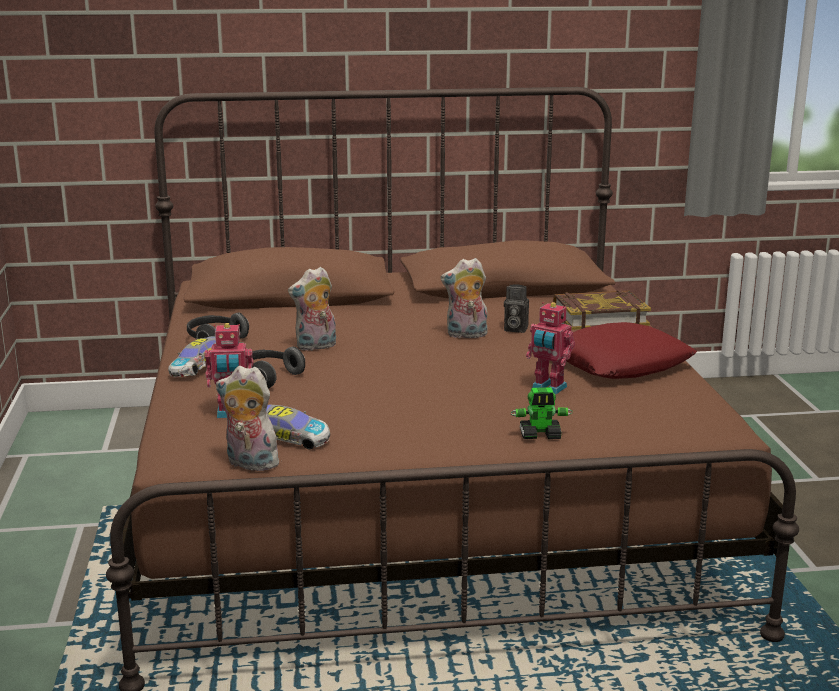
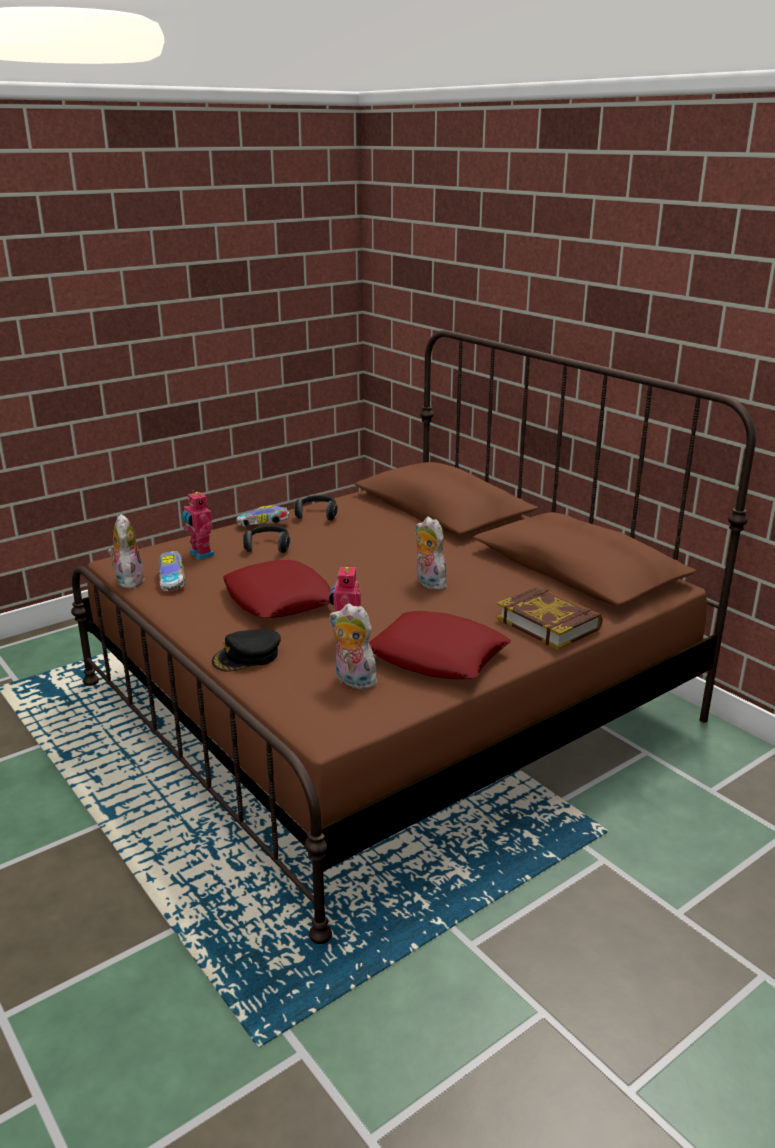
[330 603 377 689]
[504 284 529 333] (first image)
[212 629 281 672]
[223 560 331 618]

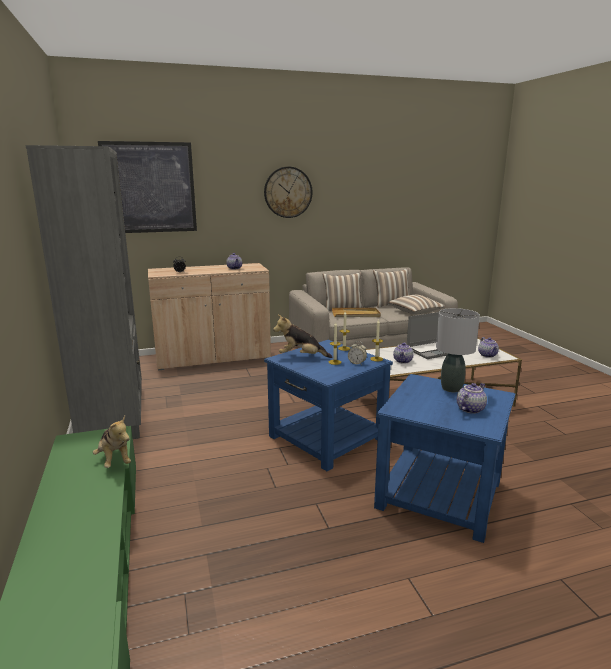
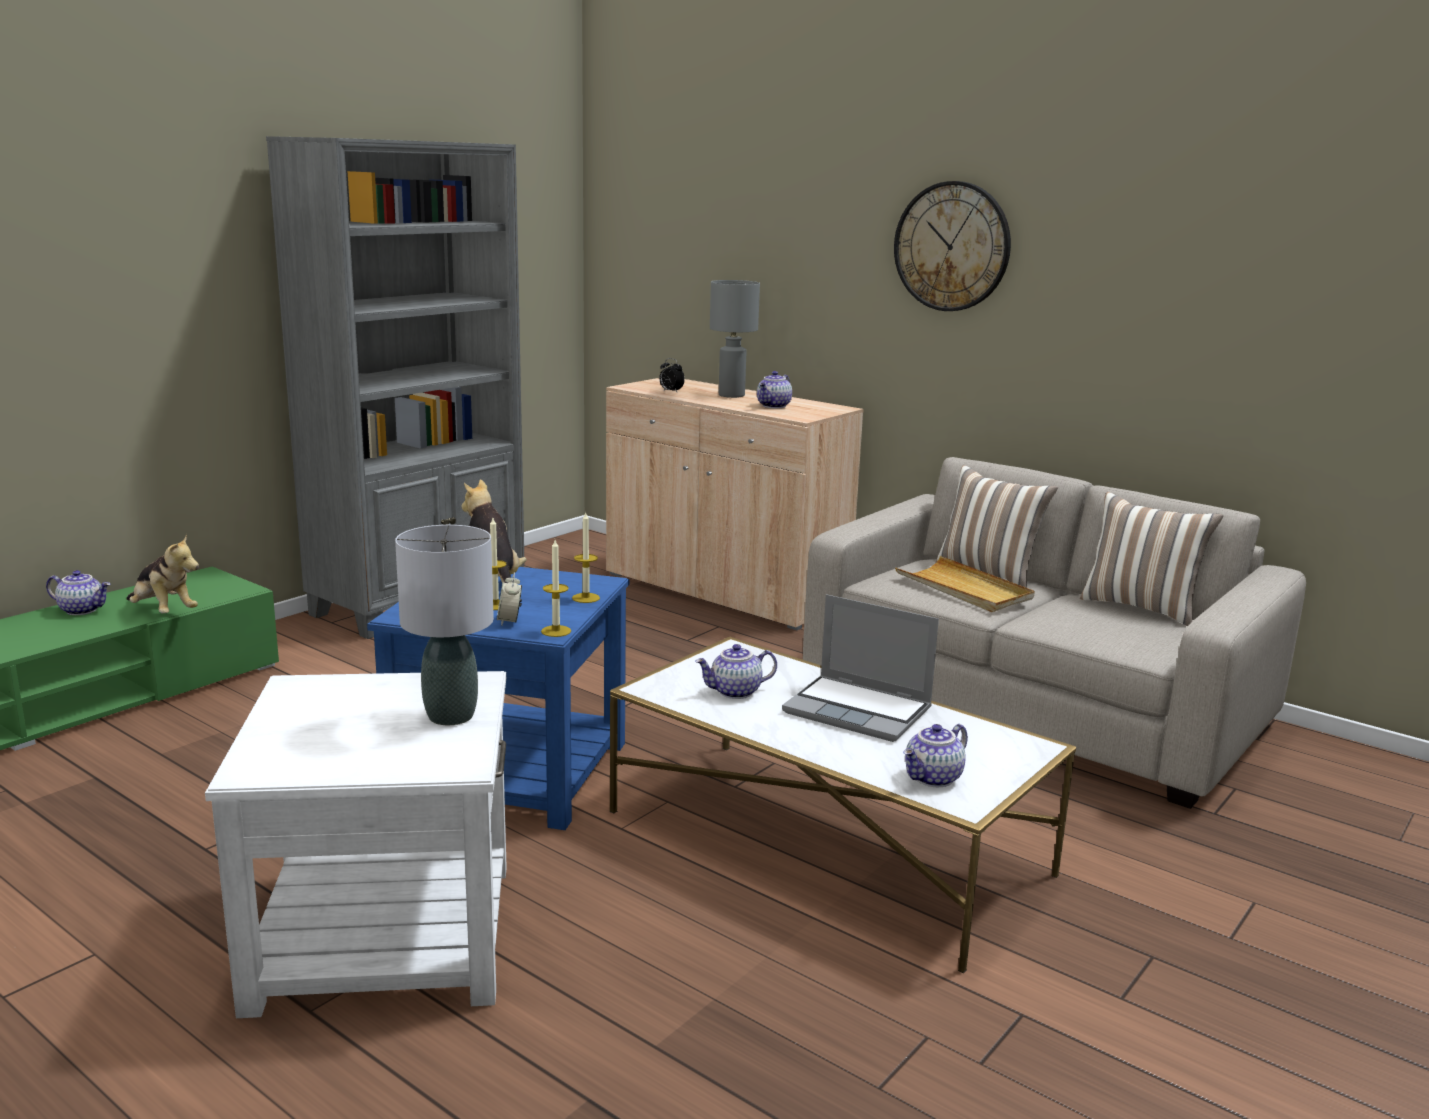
[98 141 197 233] (first image)
[388 295 446 314] (first image)
[205 671 507 1018]
[46 570 110 615]
[126 534 199 613]
[710 280 760 398]

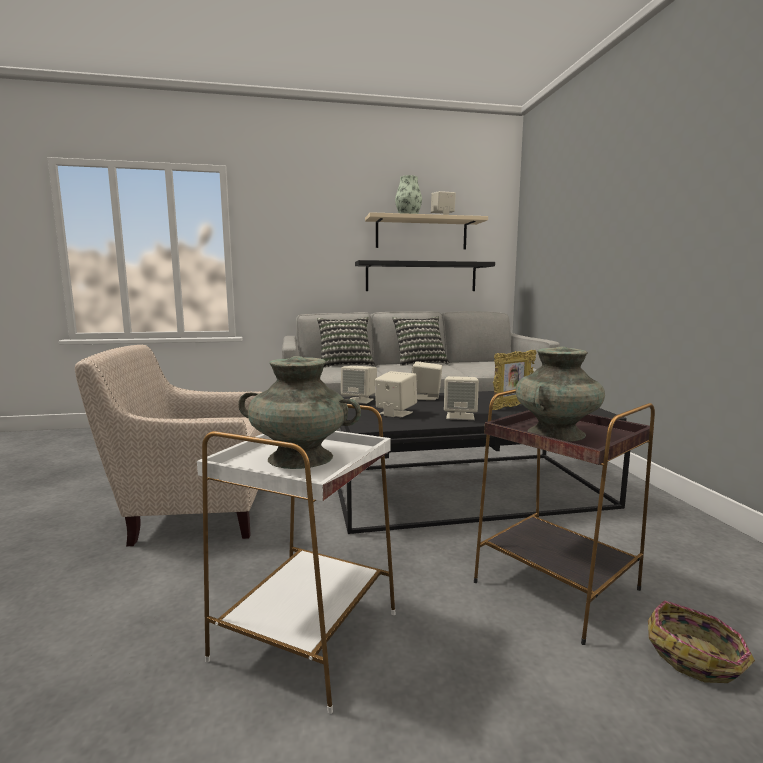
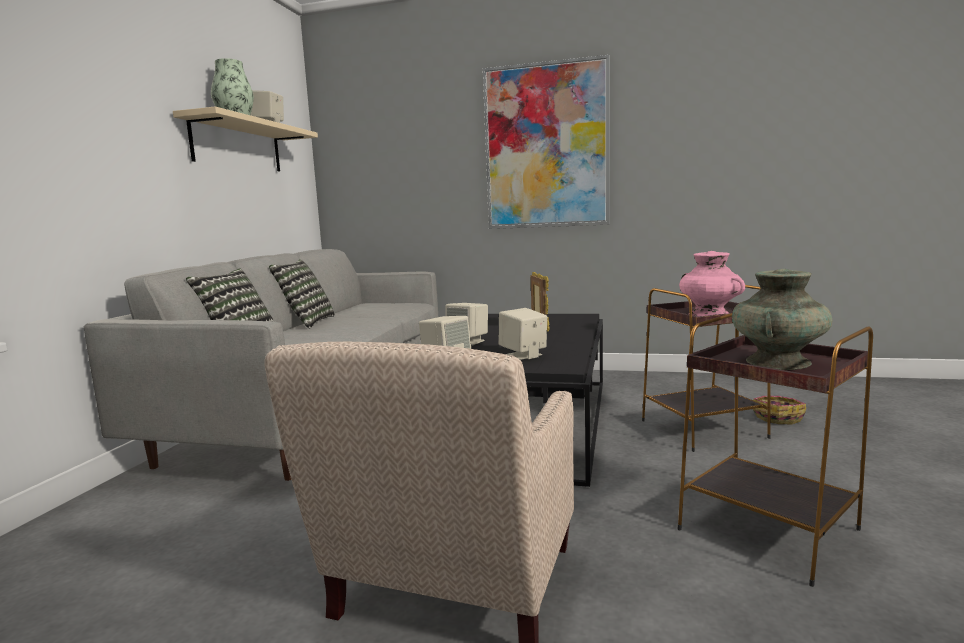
[355 260 495 291] (first image)
[679 251 745 317]
[444 376 479 420] (first image)
[678 313 873 587]
[483 55 610 229]

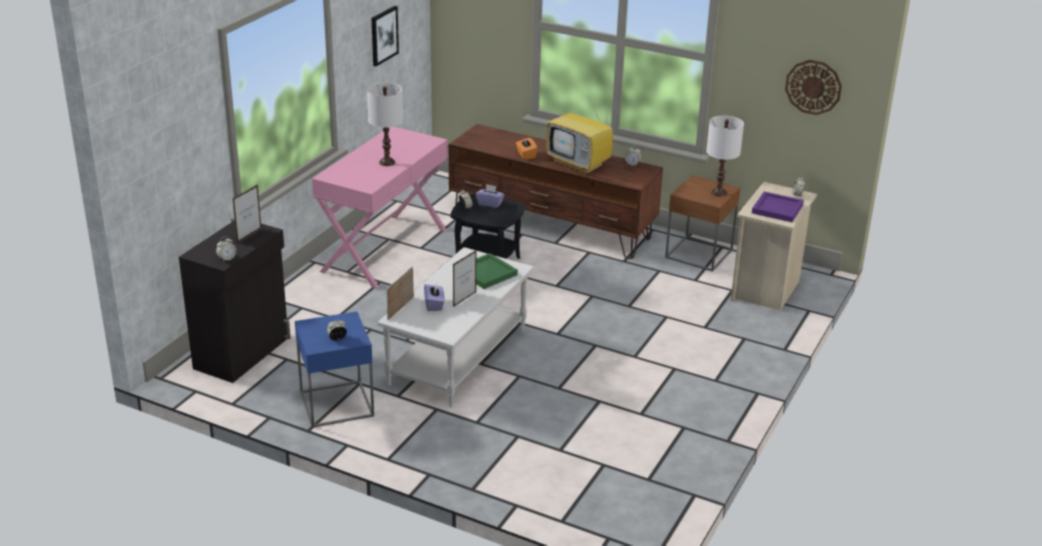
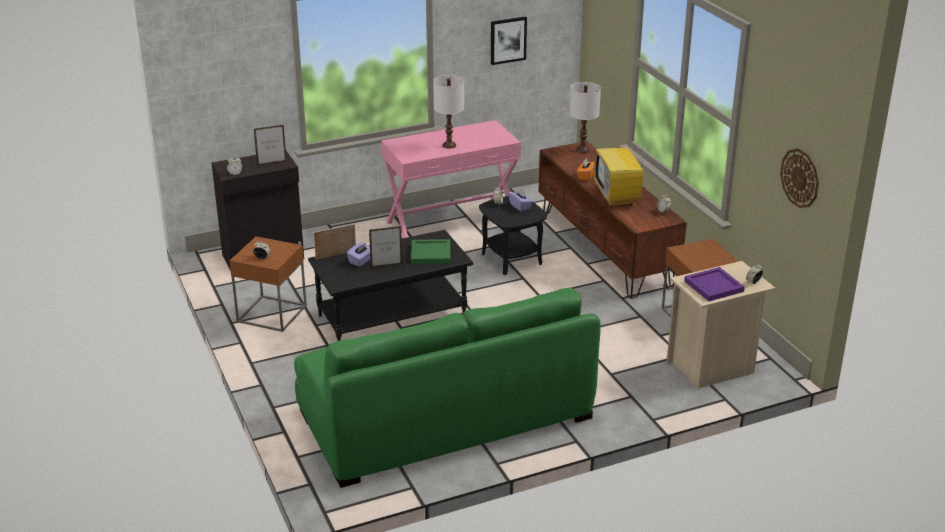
[570 82 601 153]
[308 230 473 341]
[230 236 307 332]
[294 288 601 488]

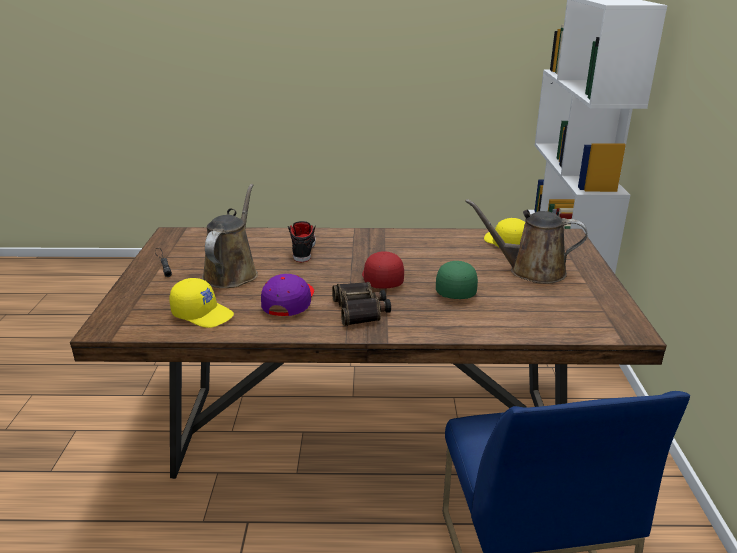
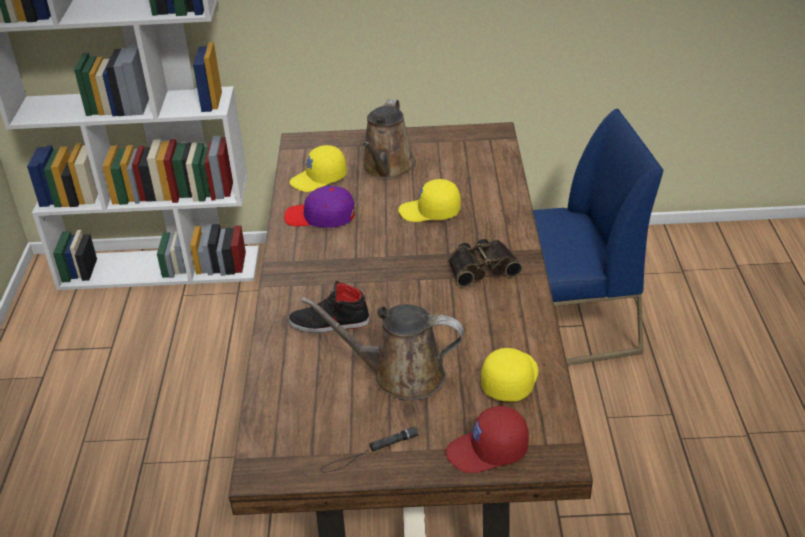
[446 406 529 473]
[398 179 461 222]
[284 186 355 228]

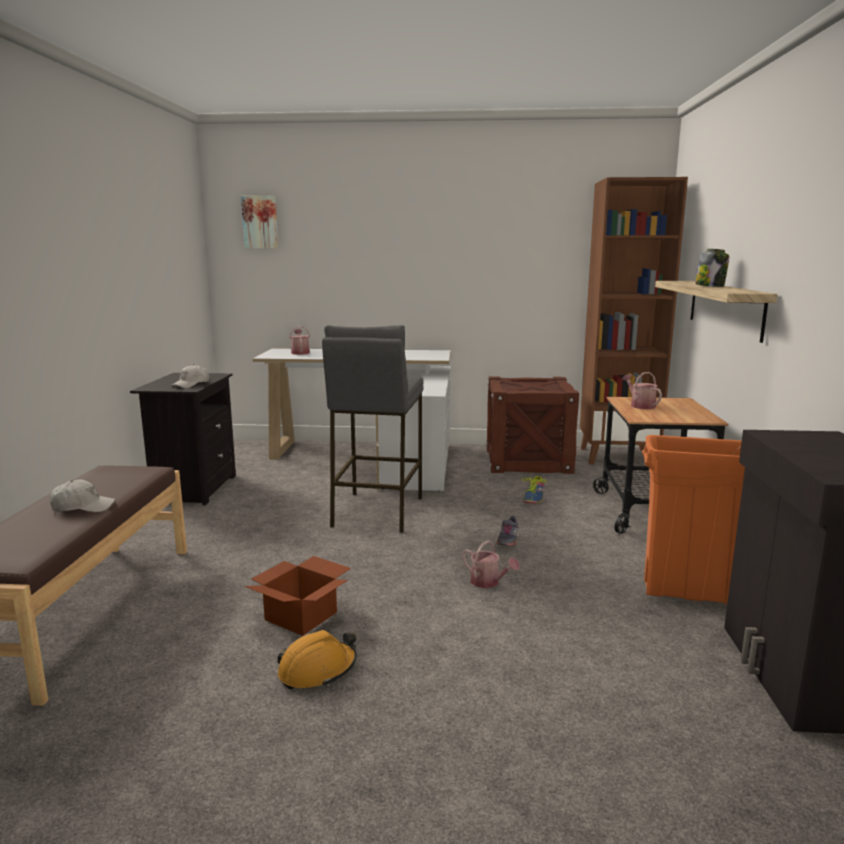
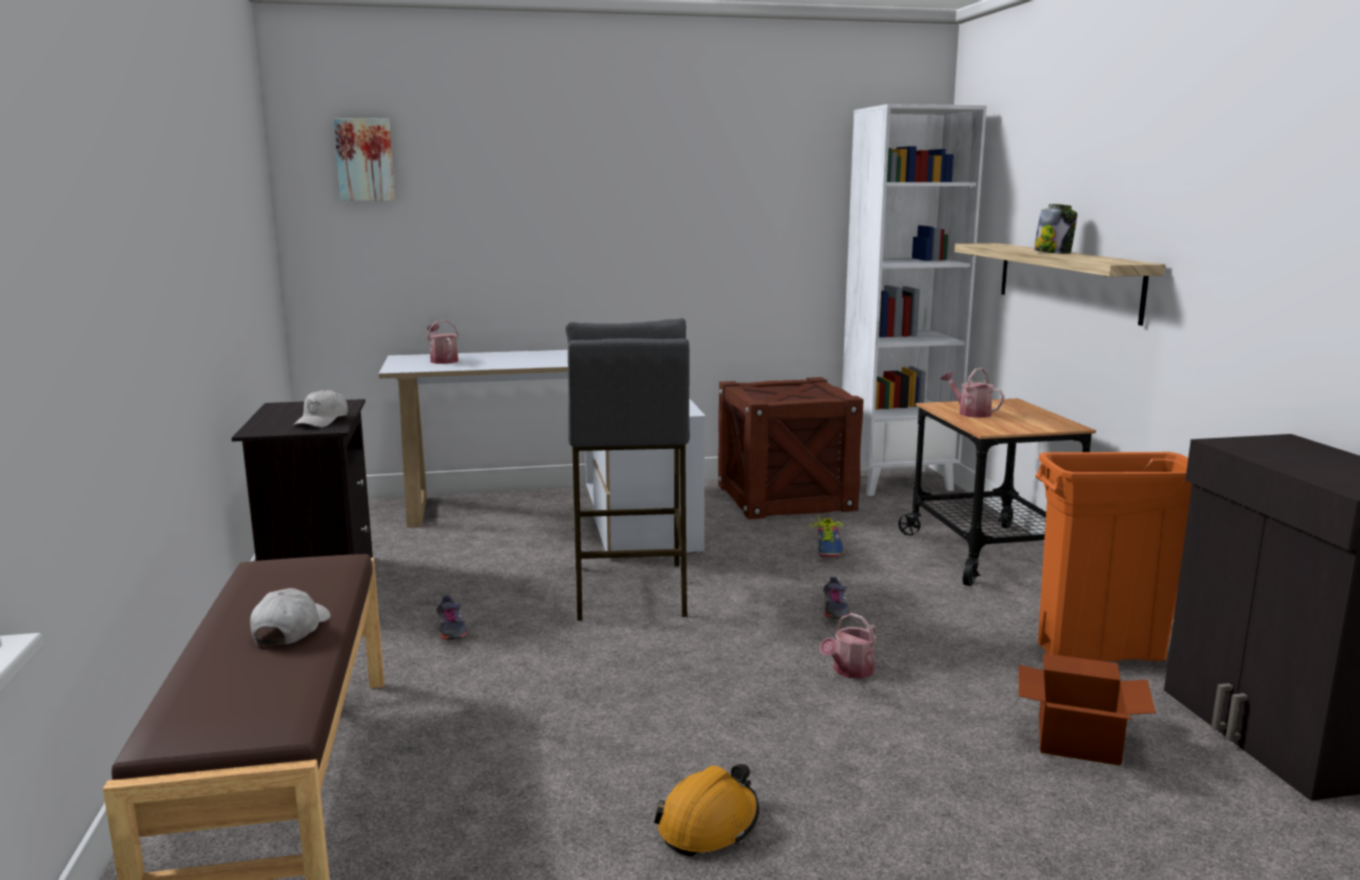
[842 104 987 496]
[250 588 331 645]
[820 613 877 679]
[1019 653 1156 766]
[437 596 468 640]

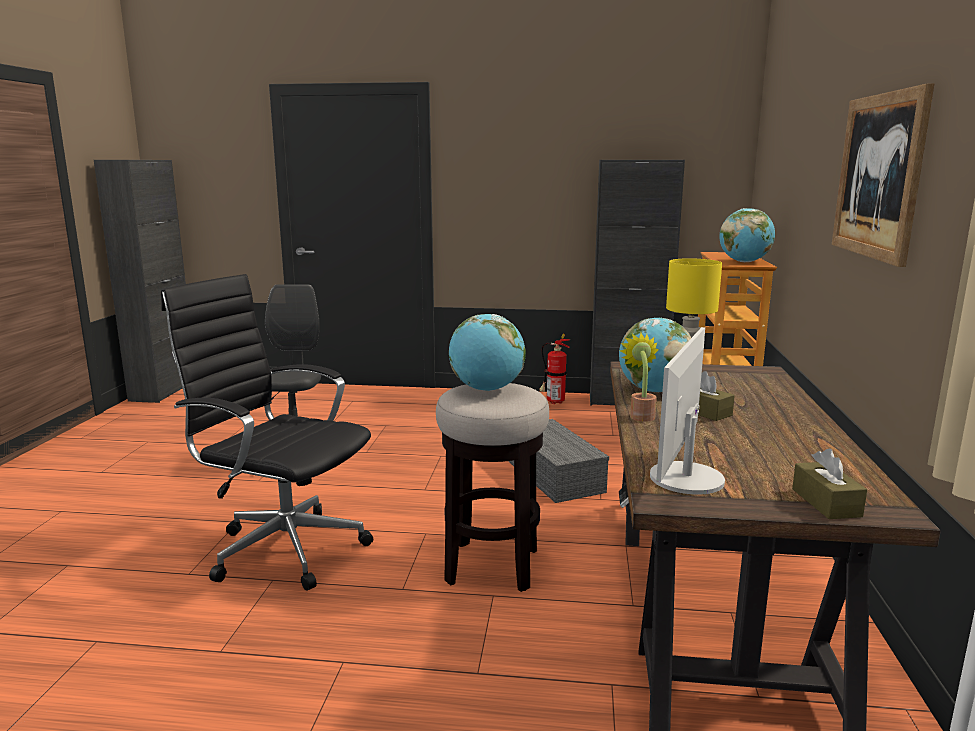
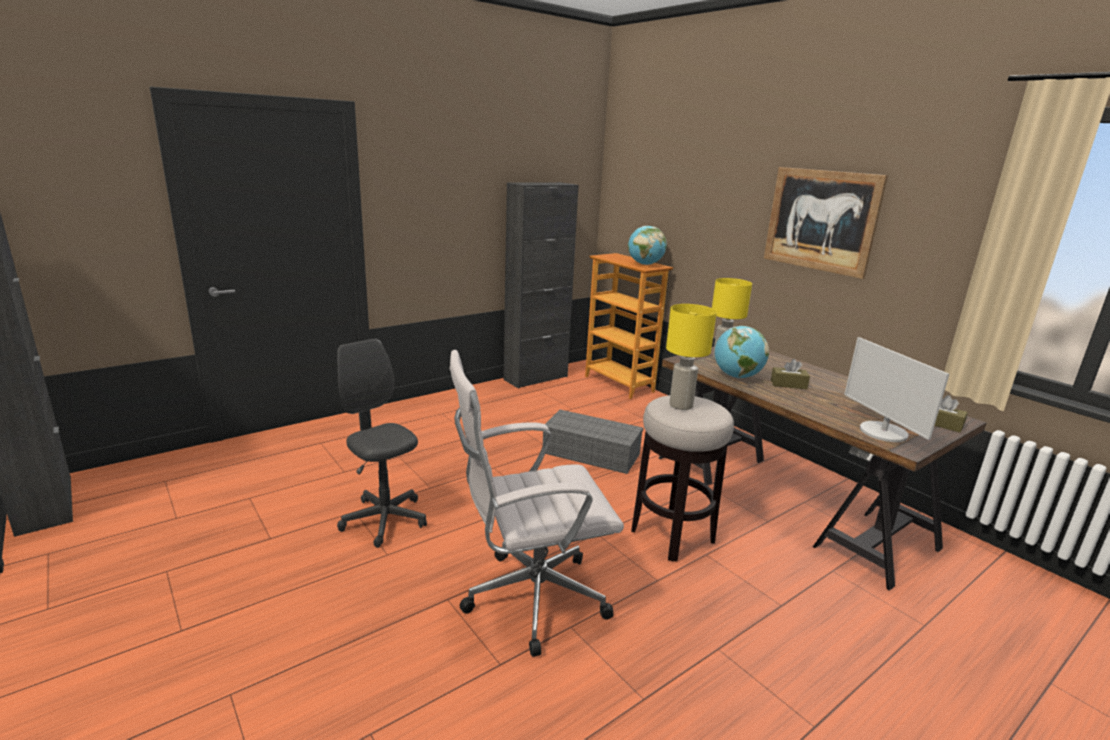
[450 350 624 657]
[666 304 717 410]
[539 333 570 404] (first image)
[620 333 659 422] (first image)

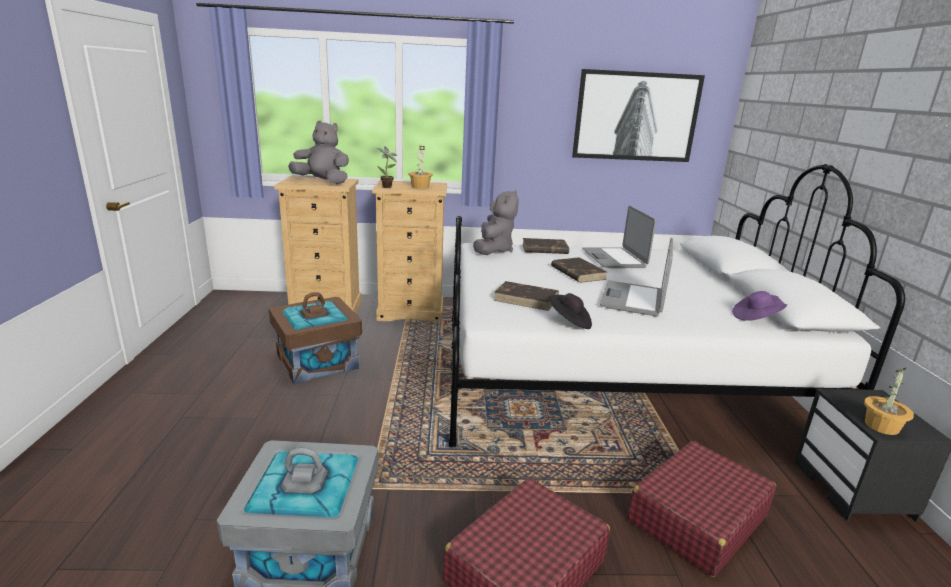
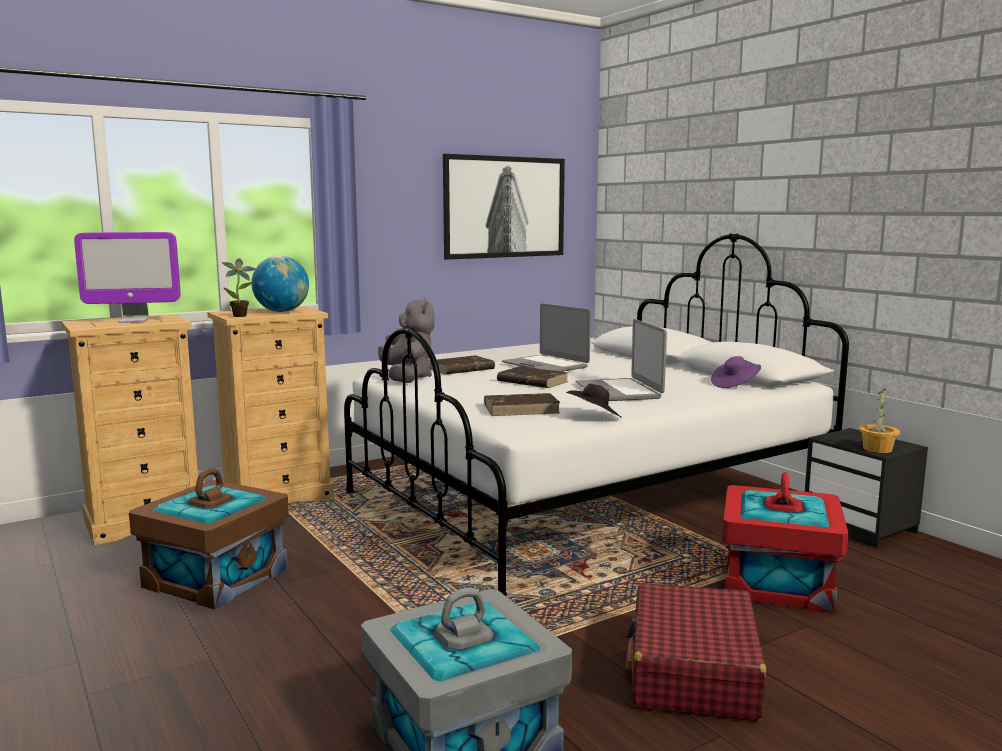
[74 232 181 323]
[251 256 309 312]
[722 472 849 613]

